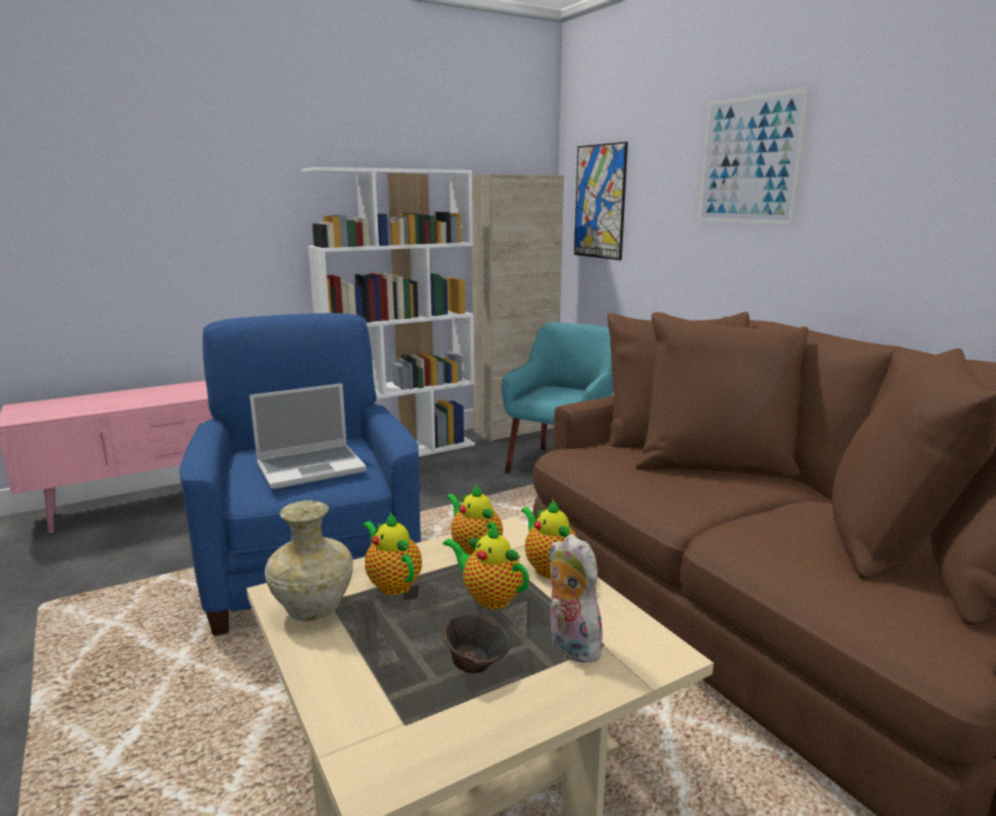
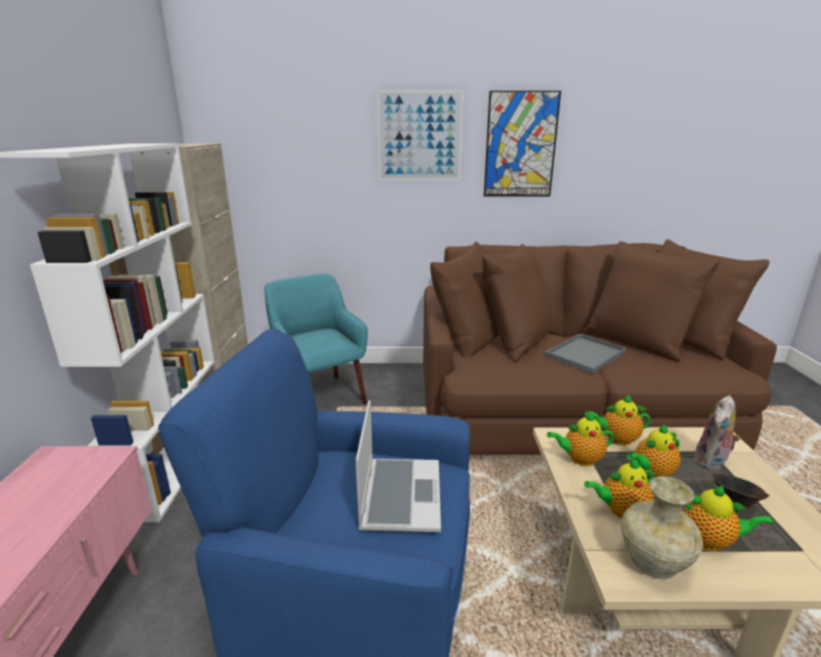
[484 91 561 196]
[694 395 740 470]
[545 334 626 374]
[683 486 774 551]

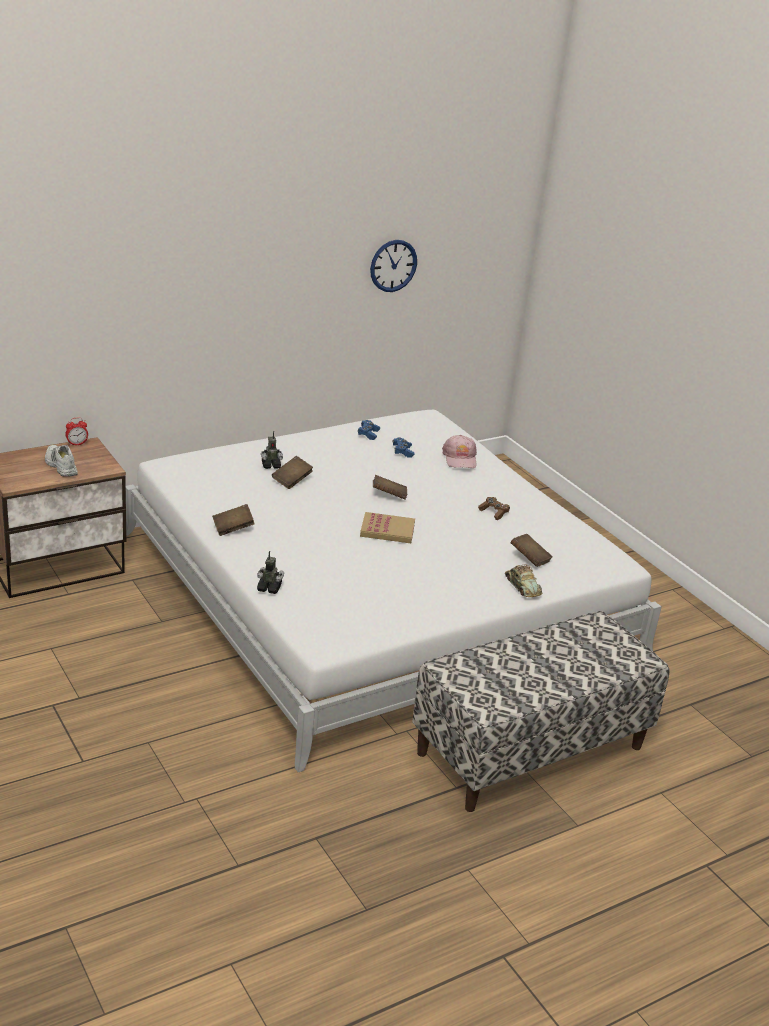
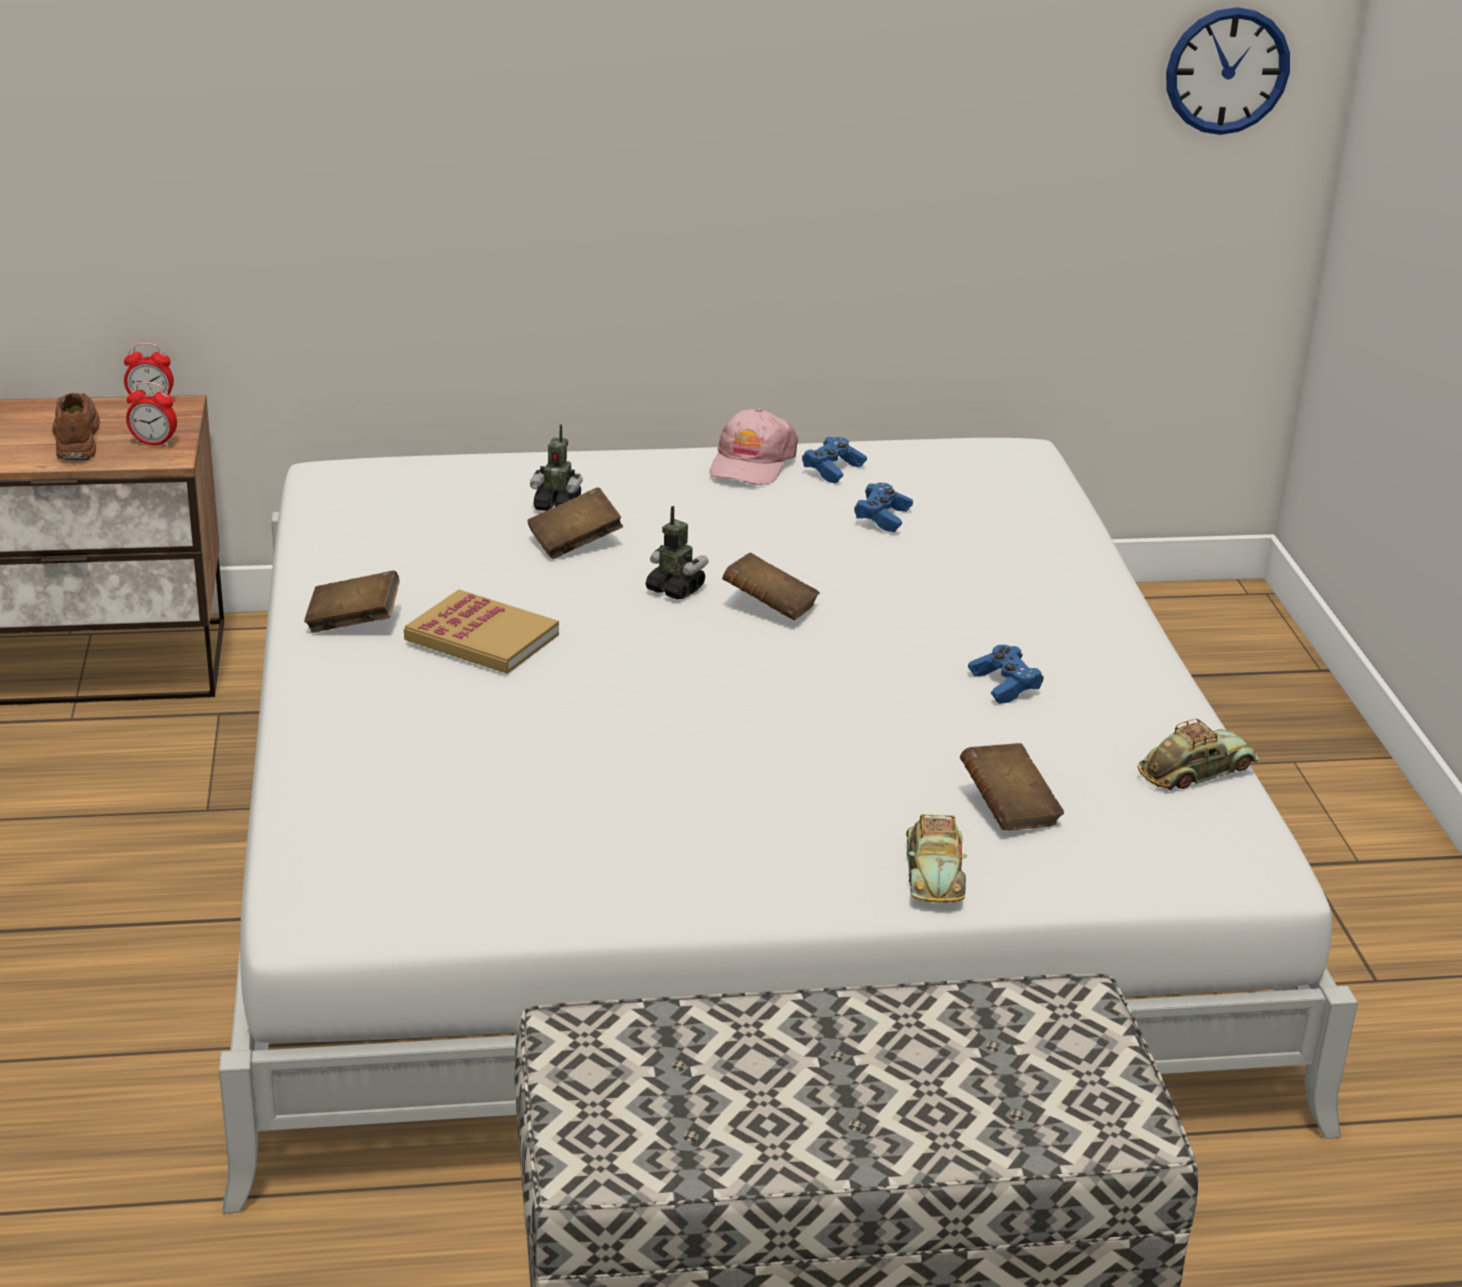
[1166 7 1290 135]
[709 408 798 485]
[52 393 100 460]
[968 645 1044 704]
[404 589 559 674]
[646 506 708 599]
[126 381 177 447]
[1138 718 1258 791]

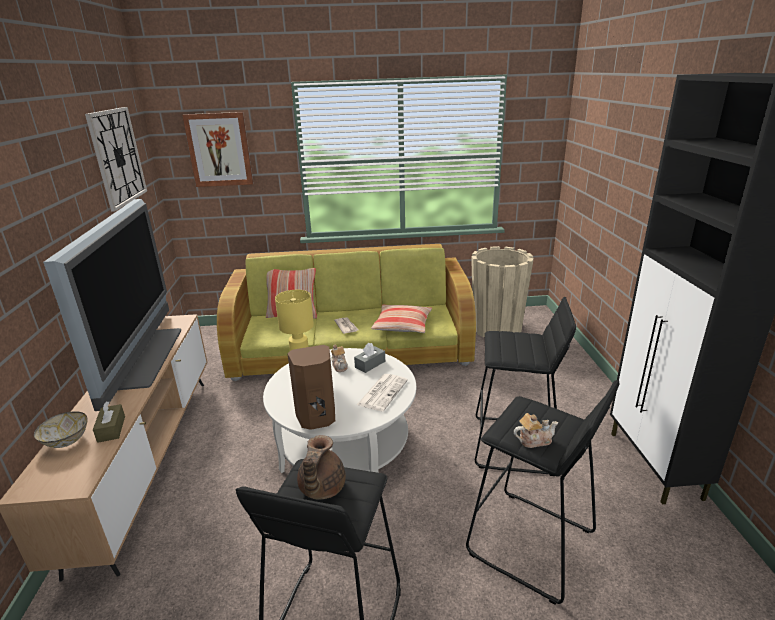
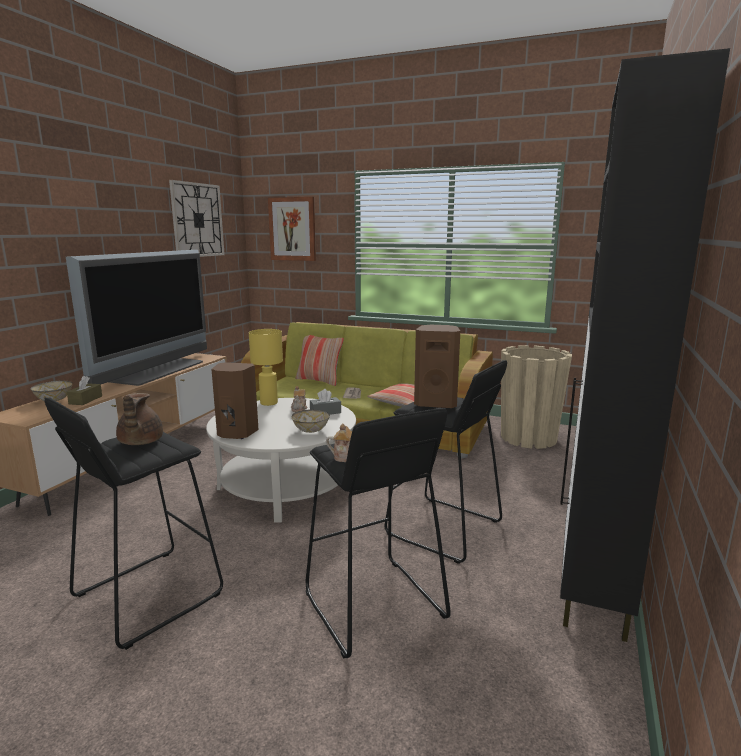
[292 409 330 433]
[116 393 163 445]
[414 325 460 408]

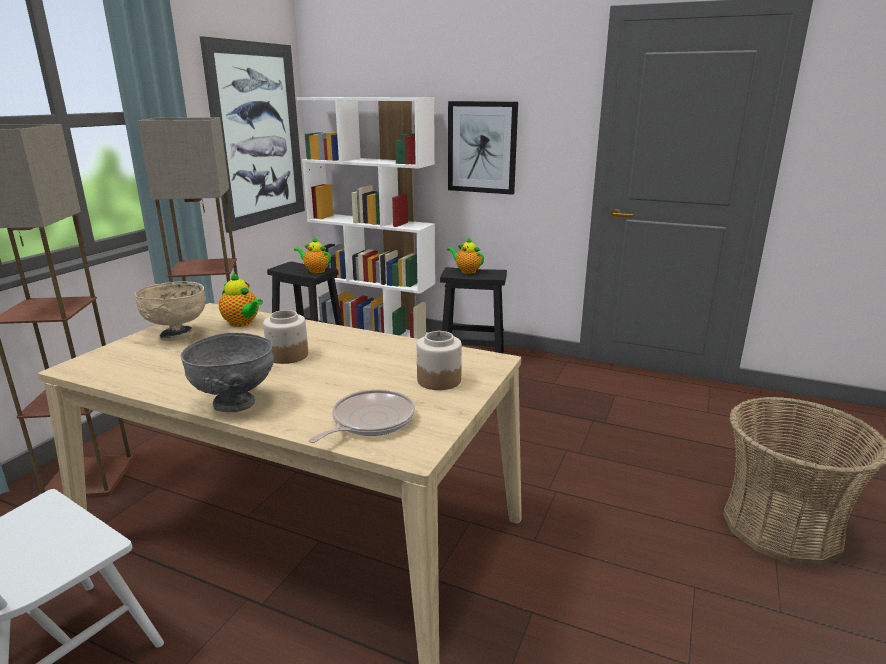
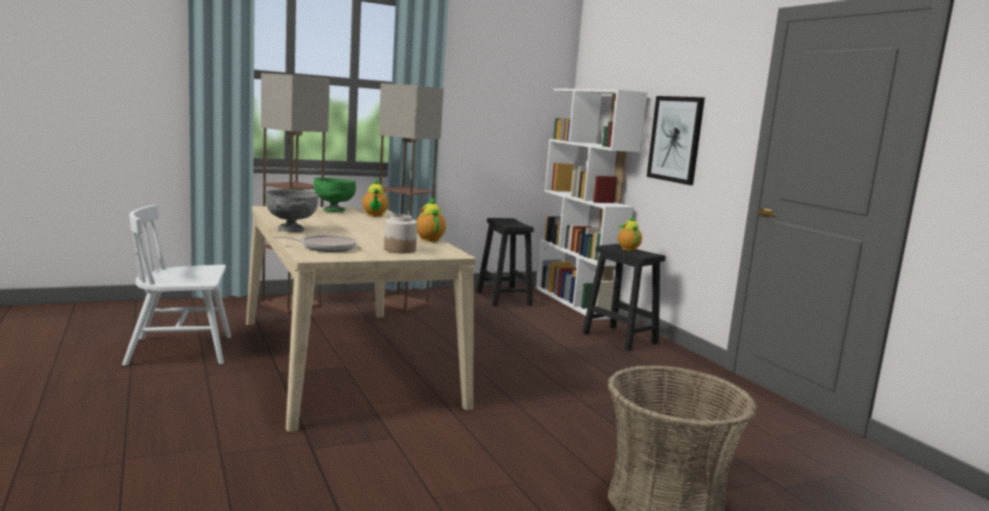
[200 36 305 233] (first image)
[416 197 446 242]
[314 178 356 212]
[263 310 308 364] (first image)

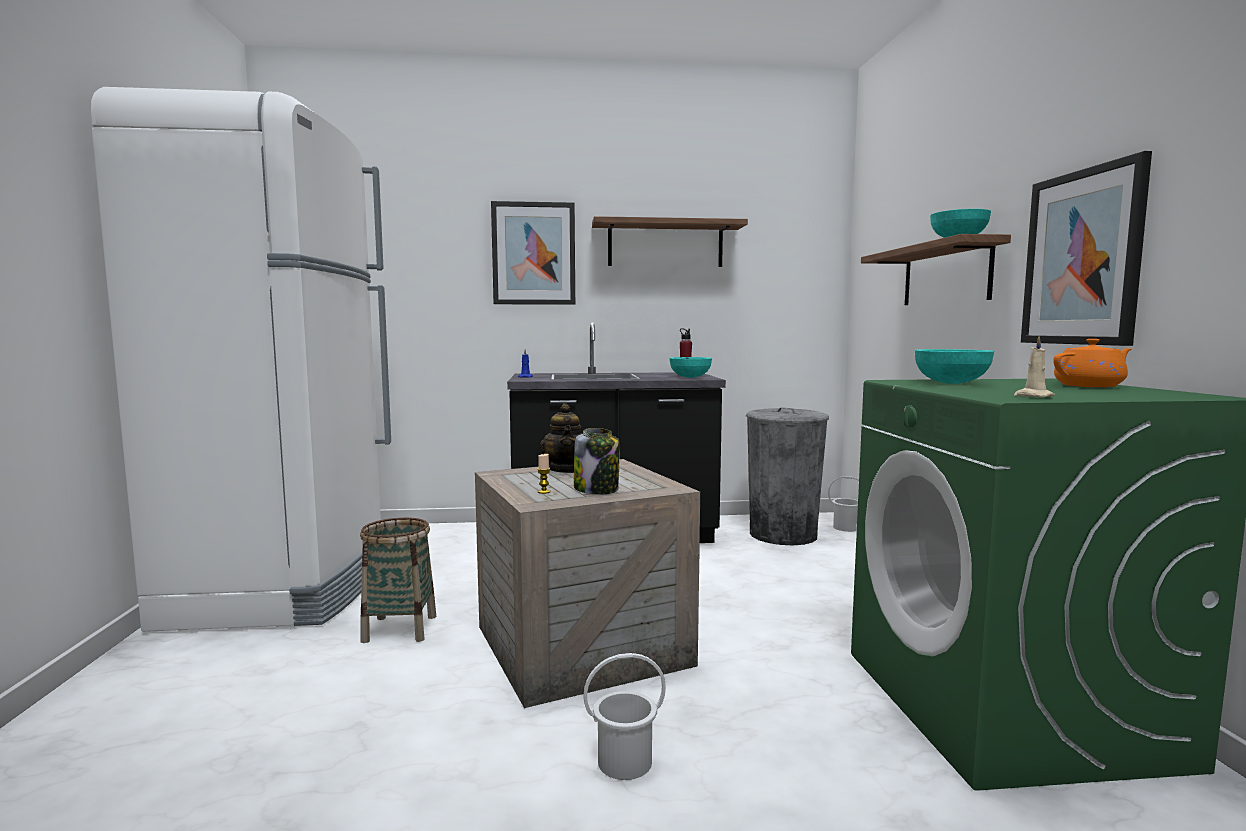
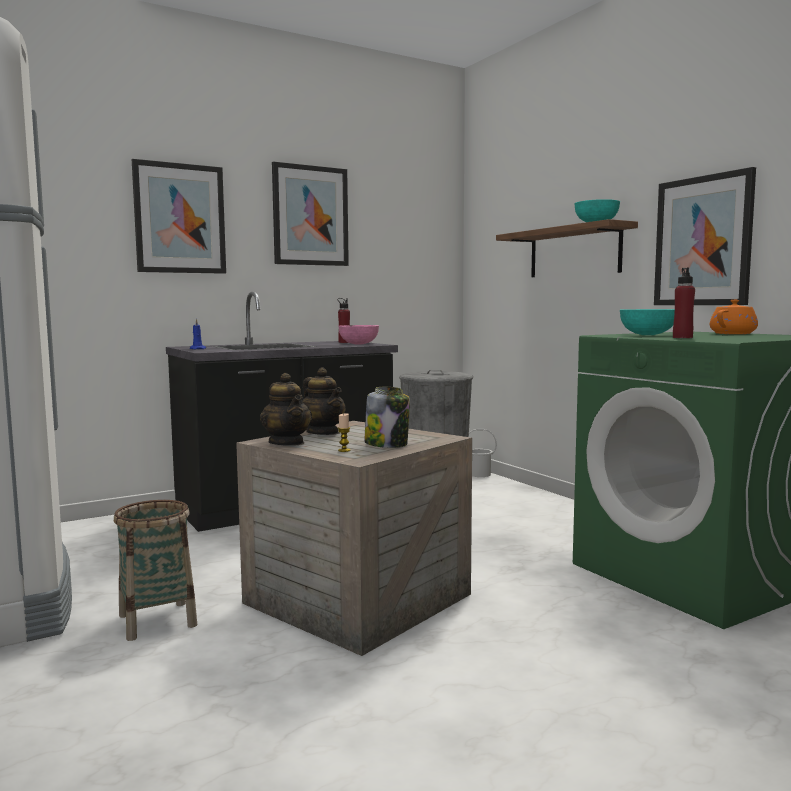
[272 161 349 266]
[1014 336 1055 397] (first image)
[338 325 379 345]
[583 653 666 780] (first image)
[673 267 695 338]
[260 373 312 446]

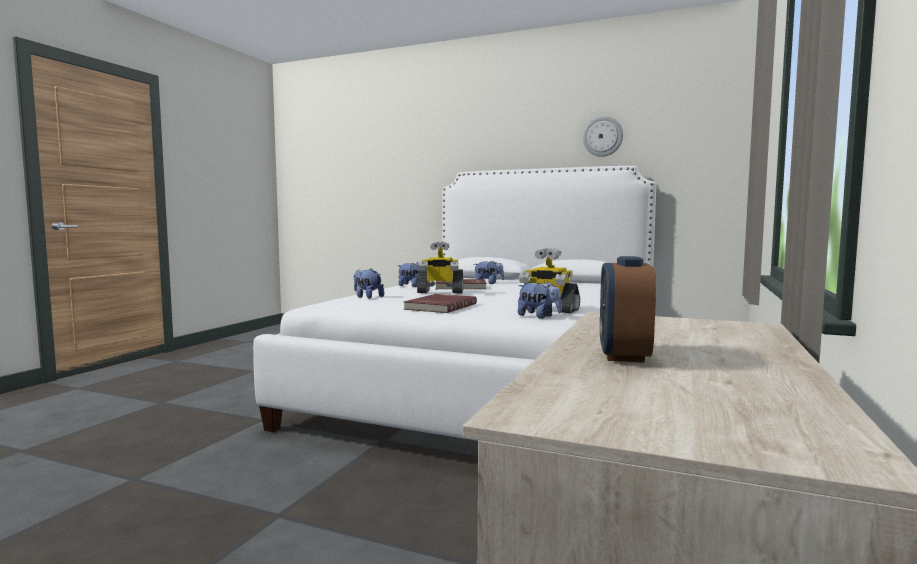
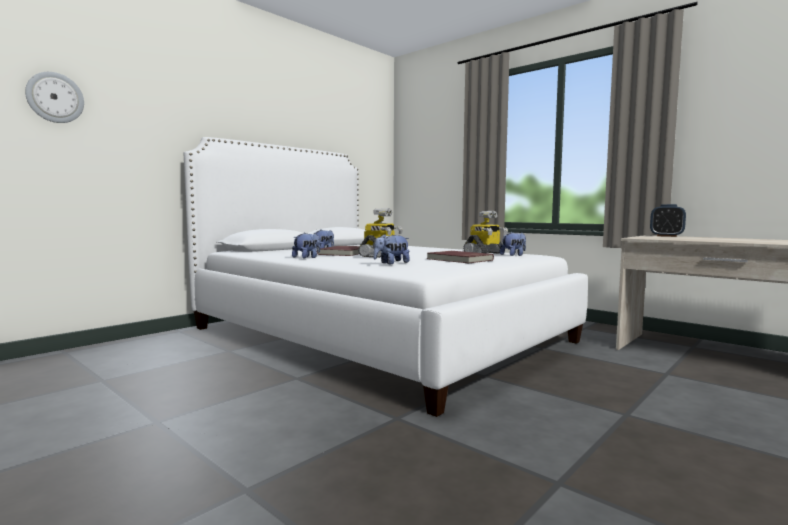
[25 72 84 123]
[650 204 686 237]

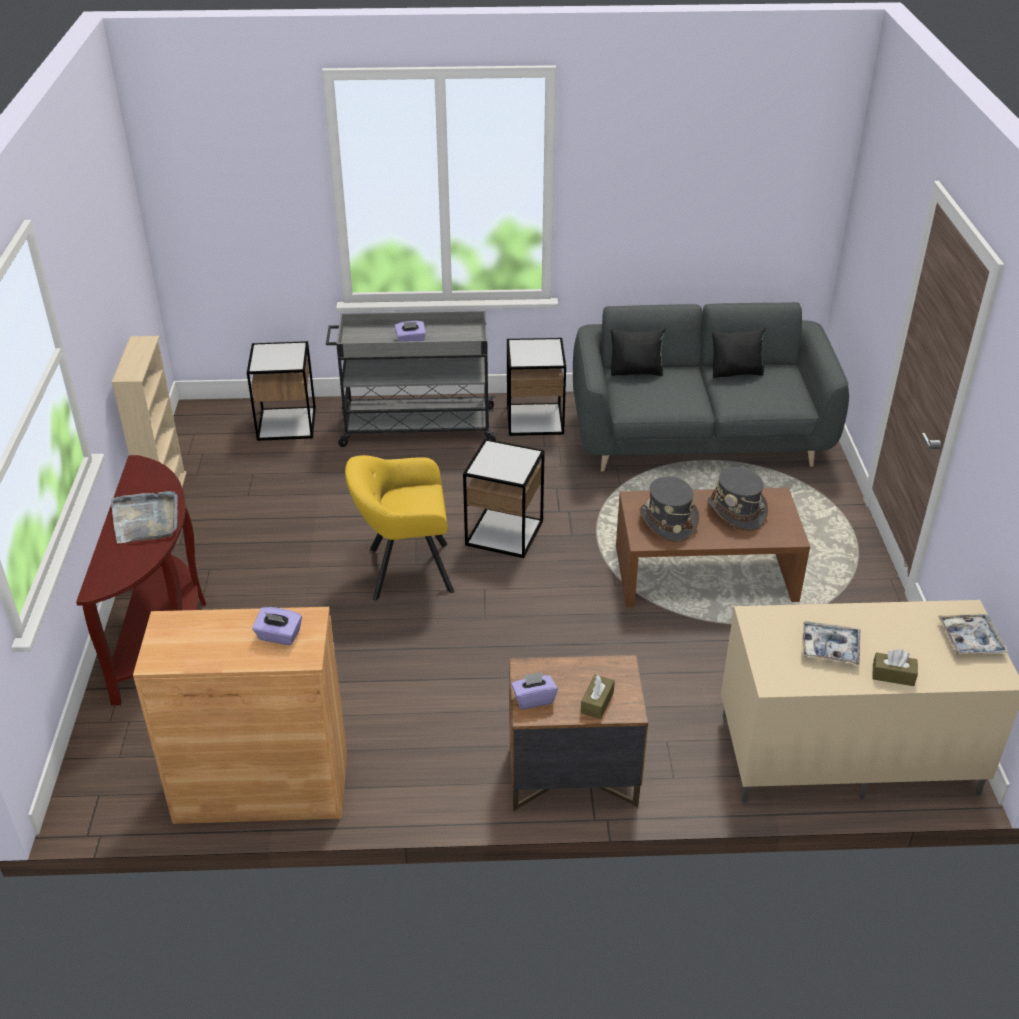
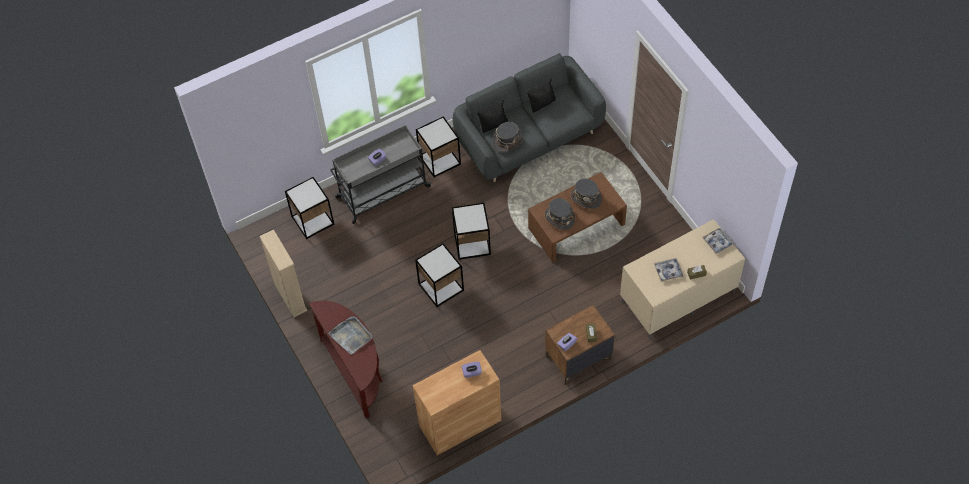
[415 243 464 307]
[493 122 523 152]

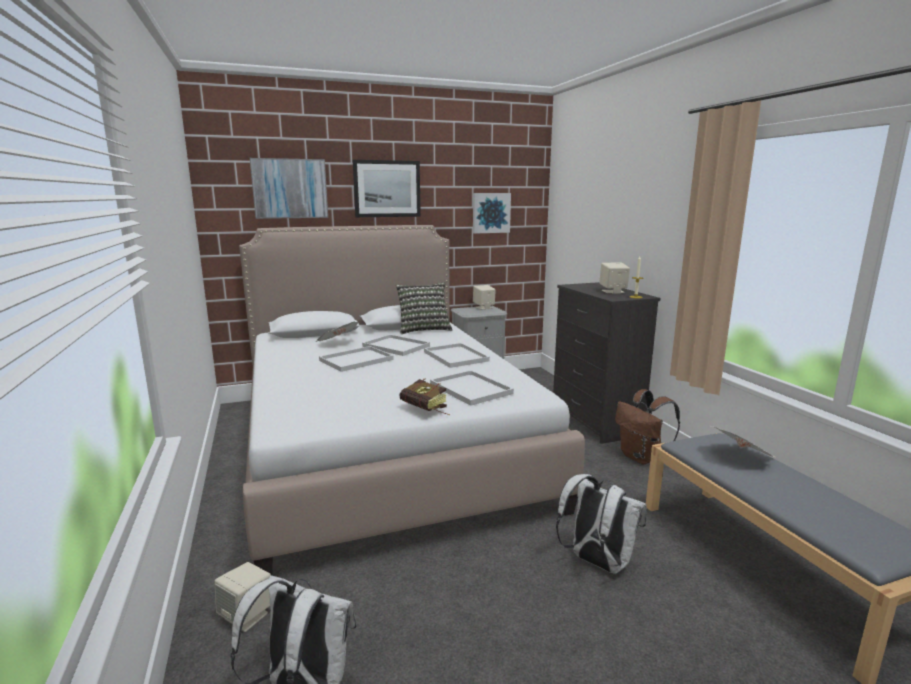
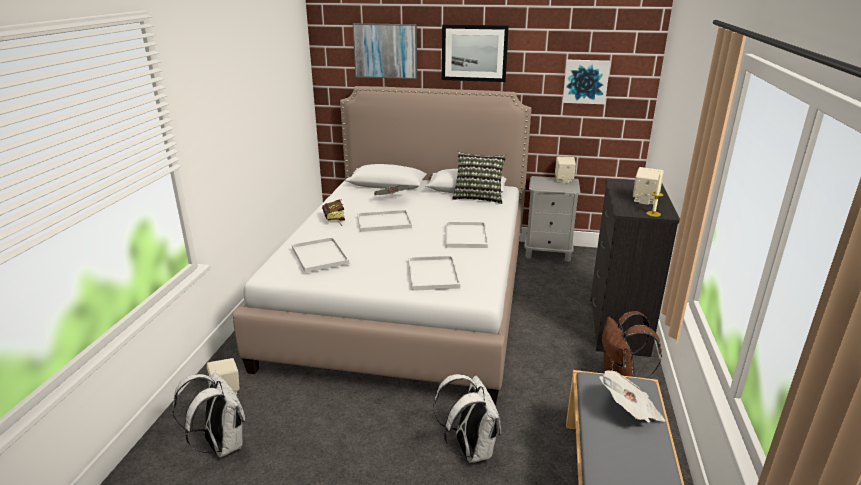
[292 237 349 273]
[322 199 345 224]

